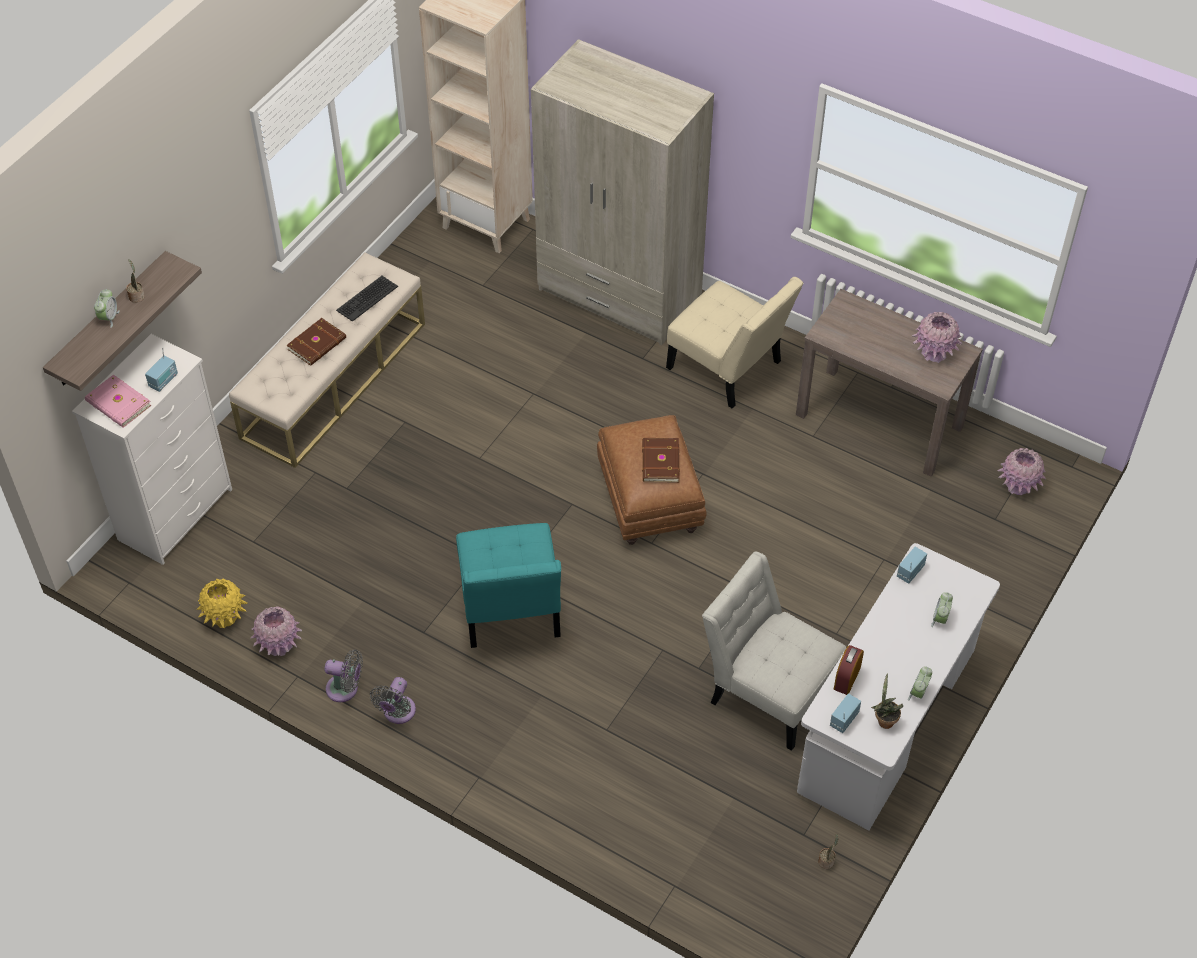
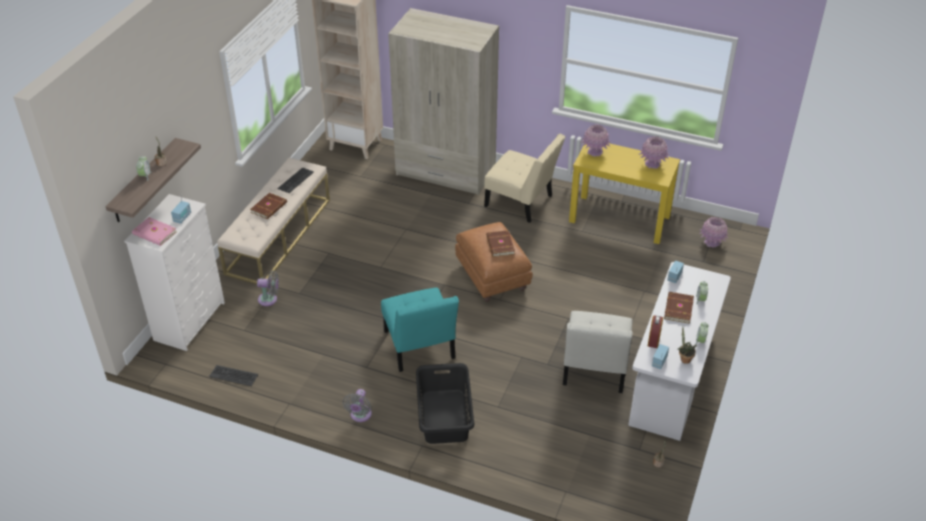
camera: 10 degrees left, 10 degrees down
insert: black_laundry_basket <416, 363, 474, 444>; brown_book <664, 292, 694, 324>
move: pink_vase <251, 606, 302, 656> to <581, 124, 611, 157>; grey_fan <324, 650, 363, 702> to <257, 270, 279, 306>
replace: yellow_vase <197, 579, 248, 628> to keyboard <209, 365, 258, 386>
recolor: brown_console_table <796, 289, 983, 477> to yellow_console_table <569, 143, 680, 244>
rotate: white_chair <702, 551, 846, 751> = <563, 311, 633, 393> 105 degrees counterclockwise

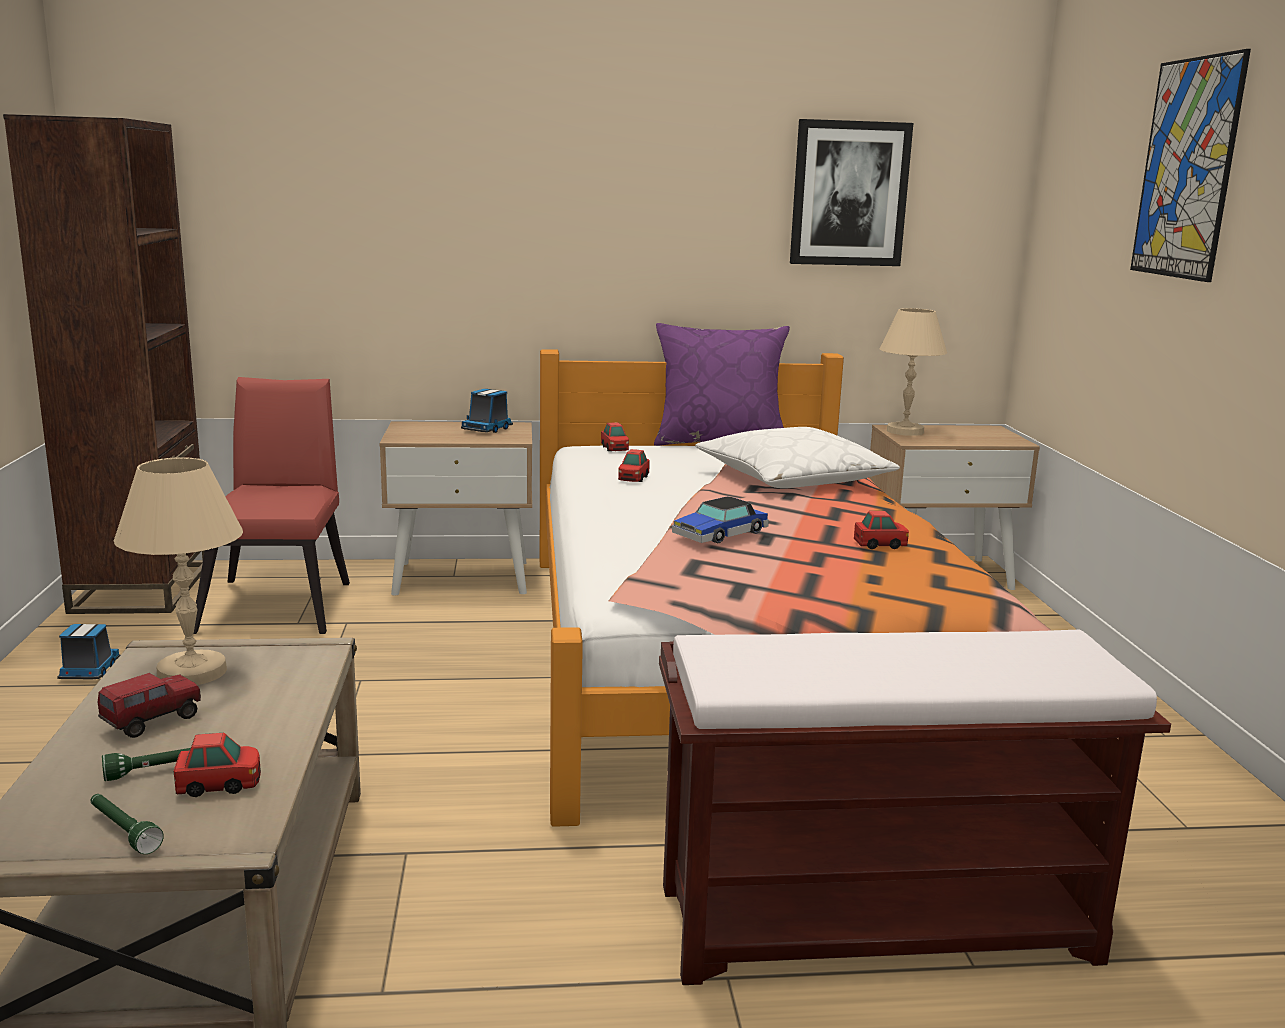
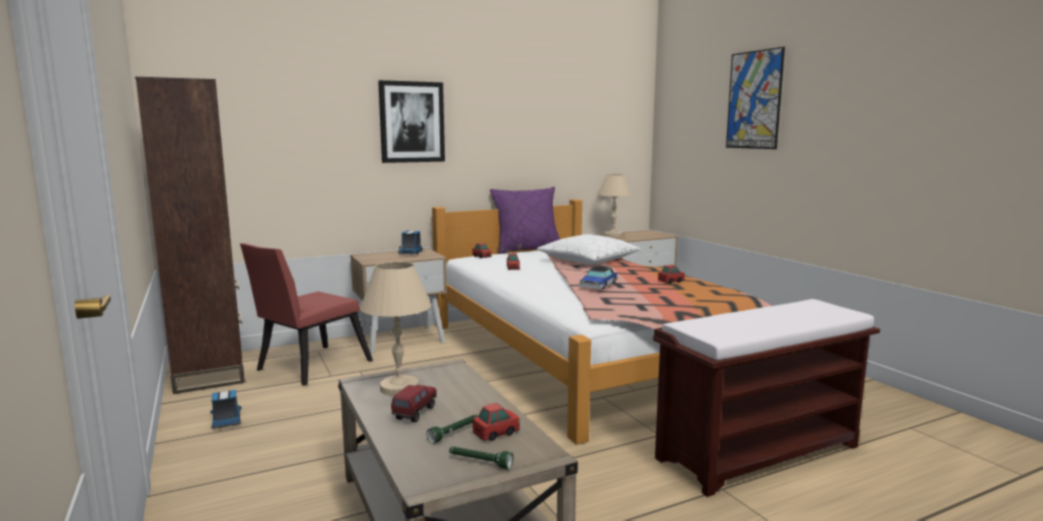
camera: 20 degrees left, 5 degrees down
move: picture <790, 119, 913, 266> to <378, 80, 445, 163>
rotate: red_chair <194, 377, 350, 634> = <240, 243, 373, 385> 120 degrees counterclockwise

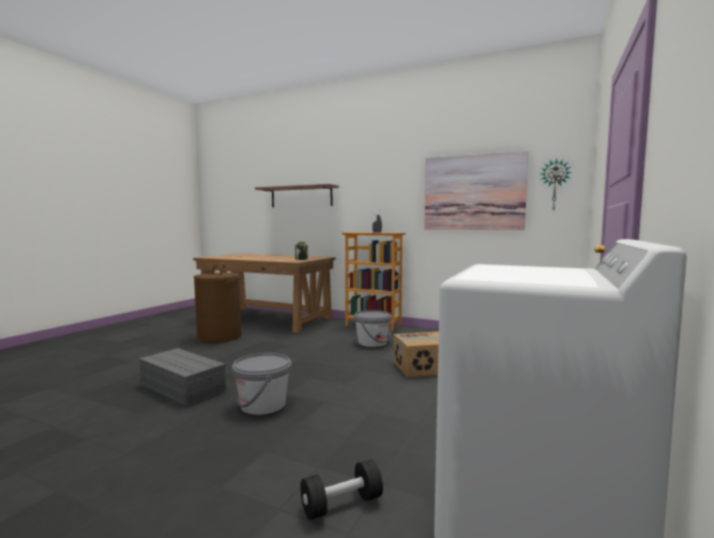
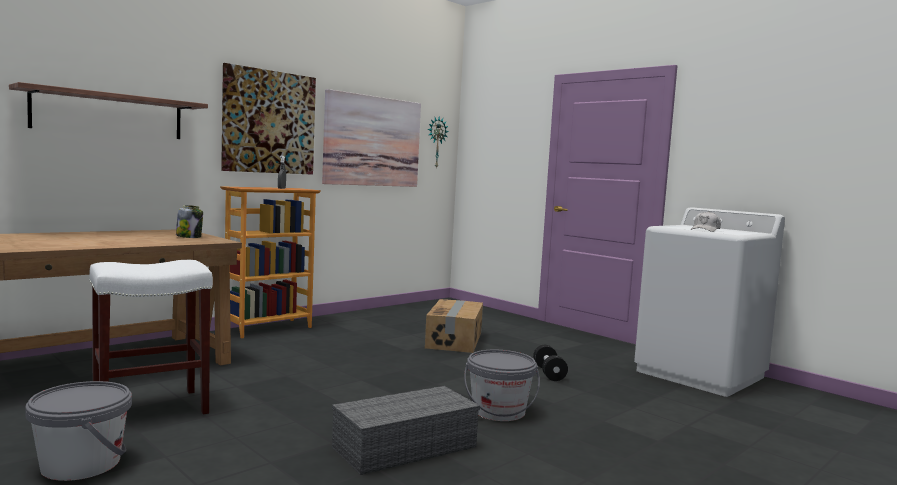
camera: 70 degrees left, 0 degrees up
insert: picture <221, 63, 316, 175>; white_cap <691, 211, 721, 232>
move: black_dumbbell <300, 459, 383, 520> to <533, 345, 568, 381>; grey_bucket <354, 310, 392, 347> to <25, 381, 132, 481>
replace: brown_laundry_basket <194, 265, 241, 343> to white_stool <89, 260, 213, 415>

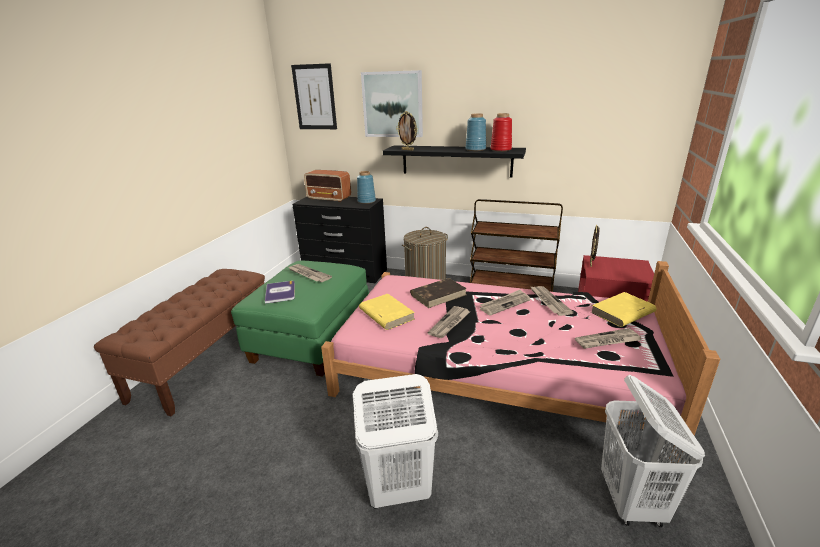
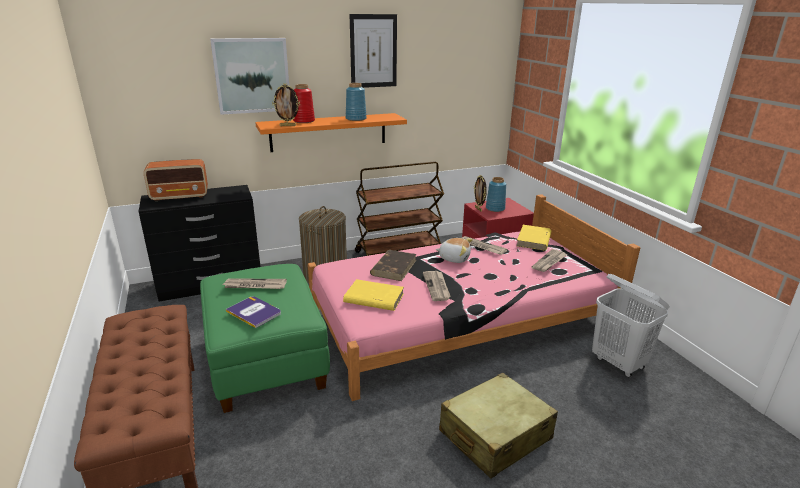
camera: 40 degrees left, 0 degrees up
move: picture <291, 63, 337, 129> to <349, 14, 397, 88>; blue_vase <357, 171, 376, 204> to <486, 177, 506, 212>; red_vase <491, 113, 512, 151> to <293, 84, 315, 123>
replace: white_laundry_basket <353, 374, 438, 509> to beige_suitcase <439, 373, 558, 479>; newspaper <480, 290, 530, 316> to plush_toy <436, 238, 473, 263>
recolor: black_shelf <383, 145, 526, 178> to orange_shelf <255, 113, 407, 152>

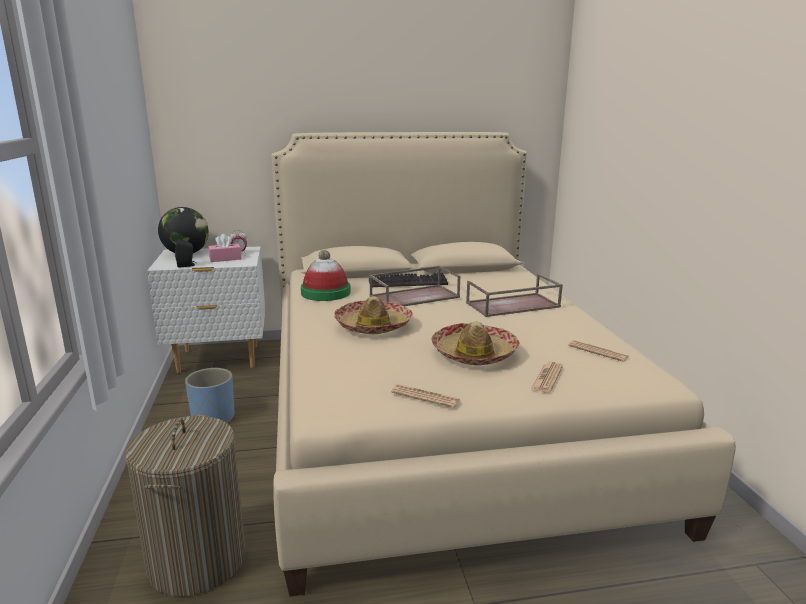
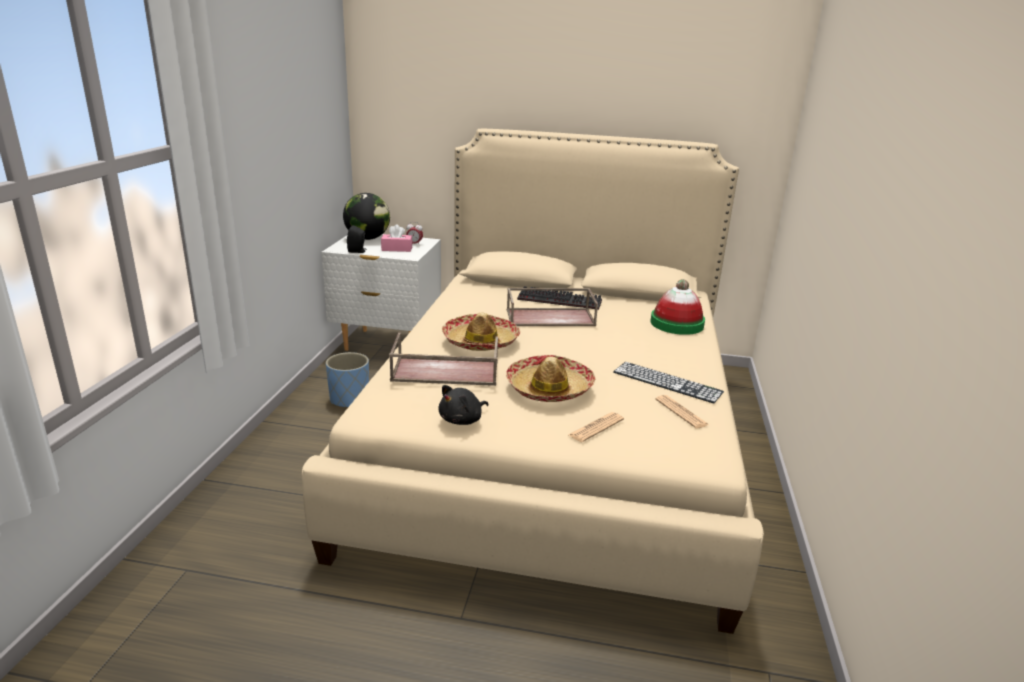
camera: 20 degrees right, 5 degrees up
delete: laundry_basket <125, 415, 246, 597>
insert: keyboard <613, 362, 724, 403>
move: hat <301, 250, 351, 301> to <651, 279, 705, 335>; brown_tray <466, 273, 563, 317> to <389, 333, 498, 386>
replace: newspaper <391, 384, 460, 408> to black_plush_toy <438, 385, 488, 425>

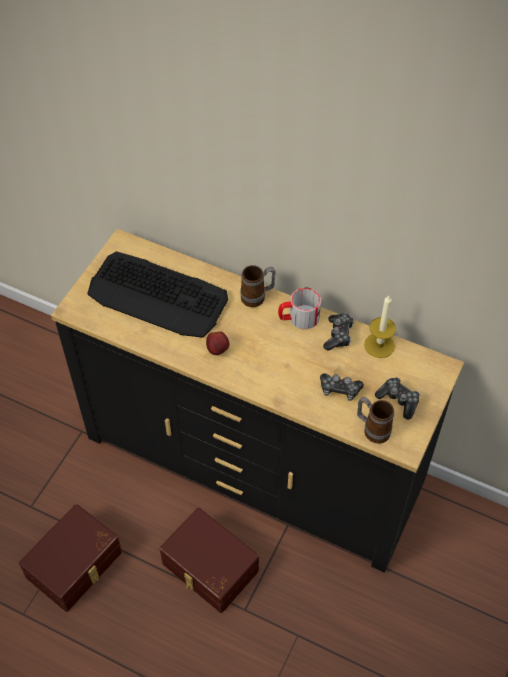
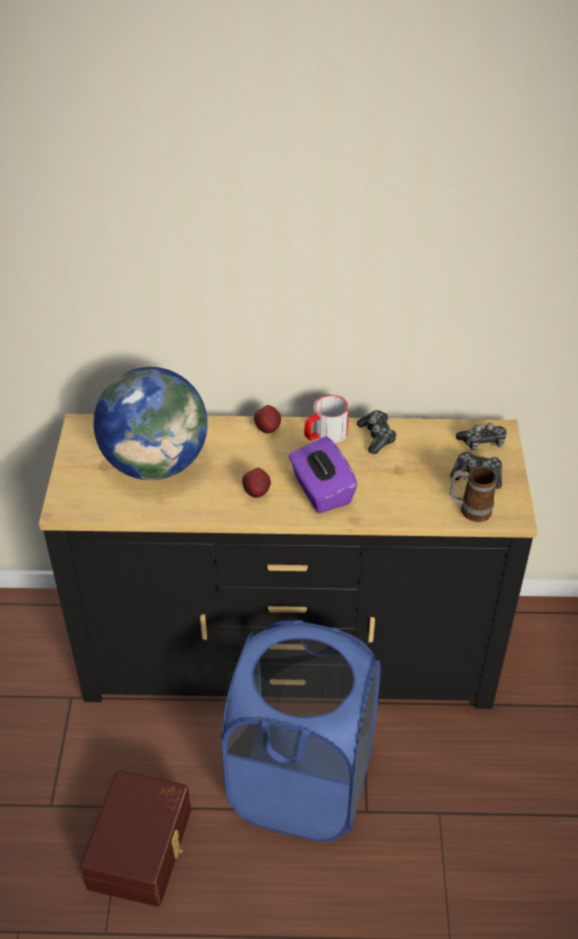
camera: 25 degrees left, 10 degrees down
delete: candle <364, 296, 396, 358>
insert: purple_tissue_box <289, 436, 357, 513>
move: game_controller <320, 373, 364, 401> to <456, 423, 507, 451>
replace: keyboard <87, 251, 228, 338> to globe <93, 367, 208, 480>; brown_storage_box <159, 508, 259, 613> to blue_laundry_basket <222, 620, 380, 842>; mug <240, 265, 276, 307> to apple <254, 405, 281, 433>

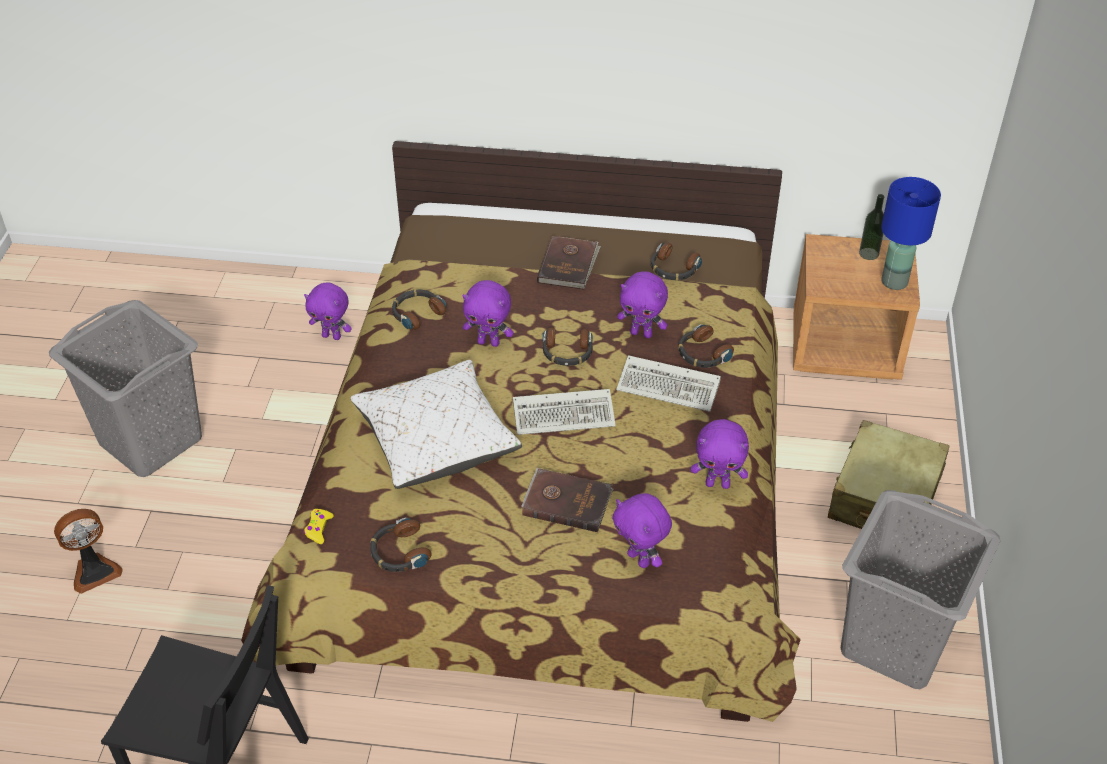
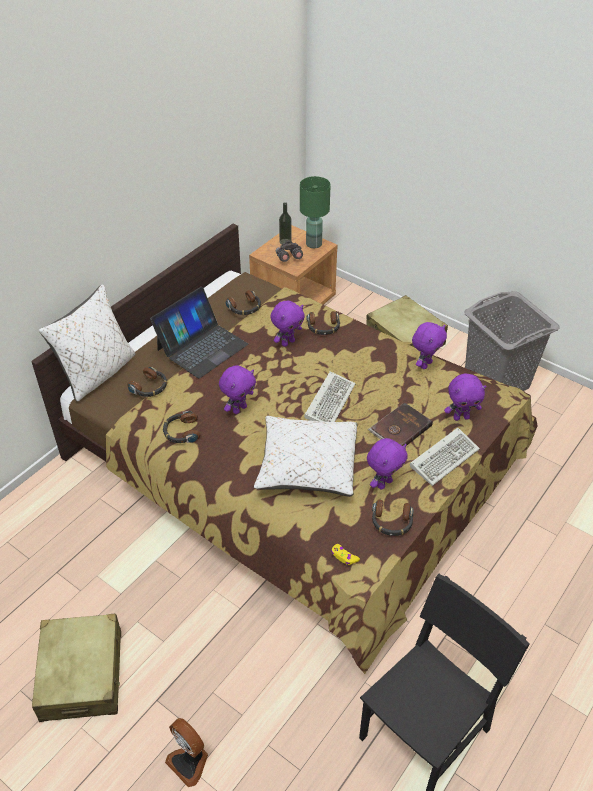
camera: 60 degrees left, 0 degrees up
insert: white_pillow <39, 284, 135, 402>; grey_binoculars <276, 240, 303, 262>
move: purple_plush_toy <304, 283, 352, 340> to <367, 438, 408, 489>; headphones <542, 327, 593, 366> to <127, 367, 167, 397>; keyboard <616, 355, 721, 412> to <410, 428, 480, 486>
replace: grey_laundry_basket <49, 300, 202, 477> to beige_suitcase <32, 614, 121, 722>; brown_book <537, 236, 601, 290> to laptop <150, 287, 248, 378>
recolor: blue_table_lamp <881, 177, 941, 290> to green_table_lamp <300, 176, 330, 248>
rotate: fan <54, 509, 123, 594> = <165, 718, 208, 787> 135 degrees clockwise

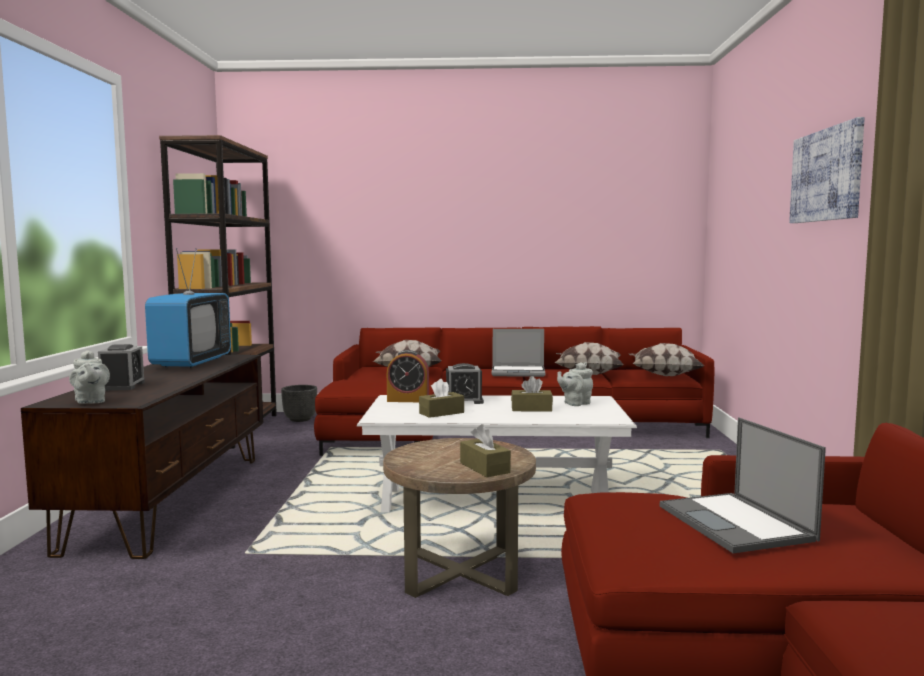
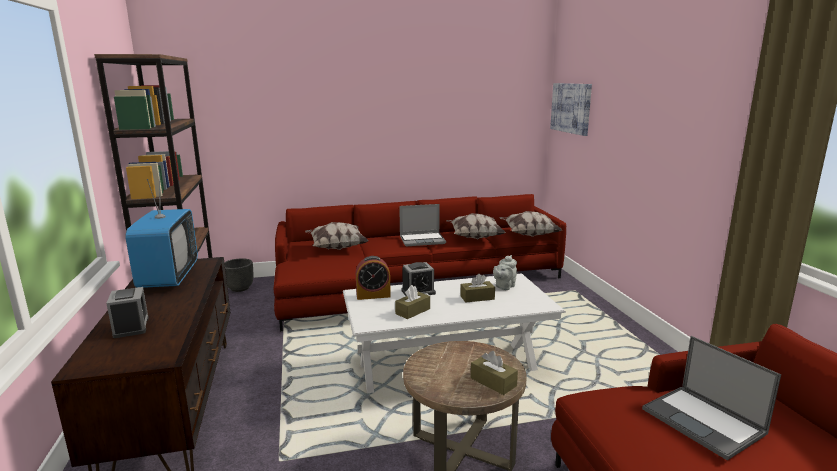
camera: 15 degrees left, 10 degrees up
delete: grey_teapot <69, 350, 110, 404>
move: picture <789, 117, 865, 223> to <550, 83, 592, 136>

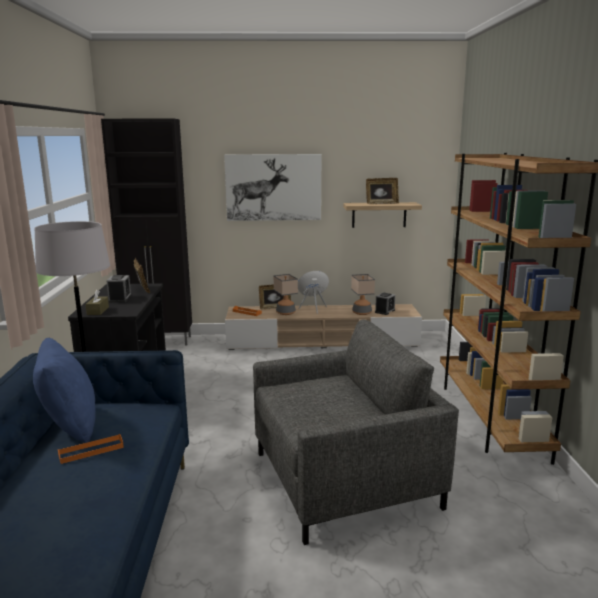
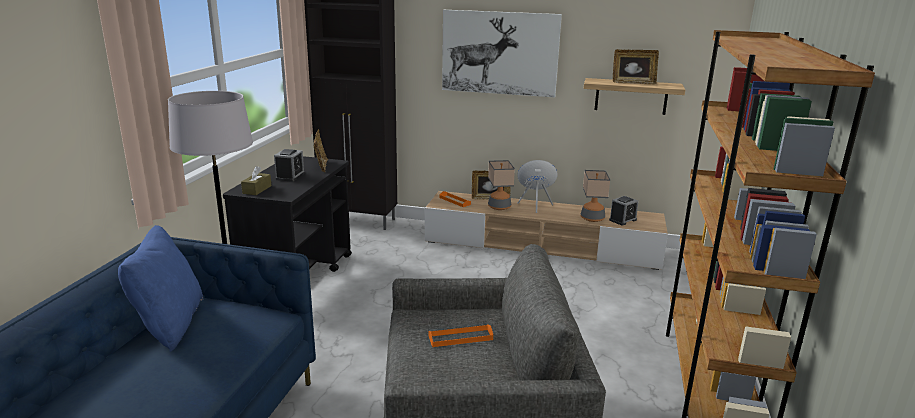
camera: 15 degrees right, 5 degrees up
move: orange_tray <58, 434, 124, 464> to <429, 324, 493, 347>

